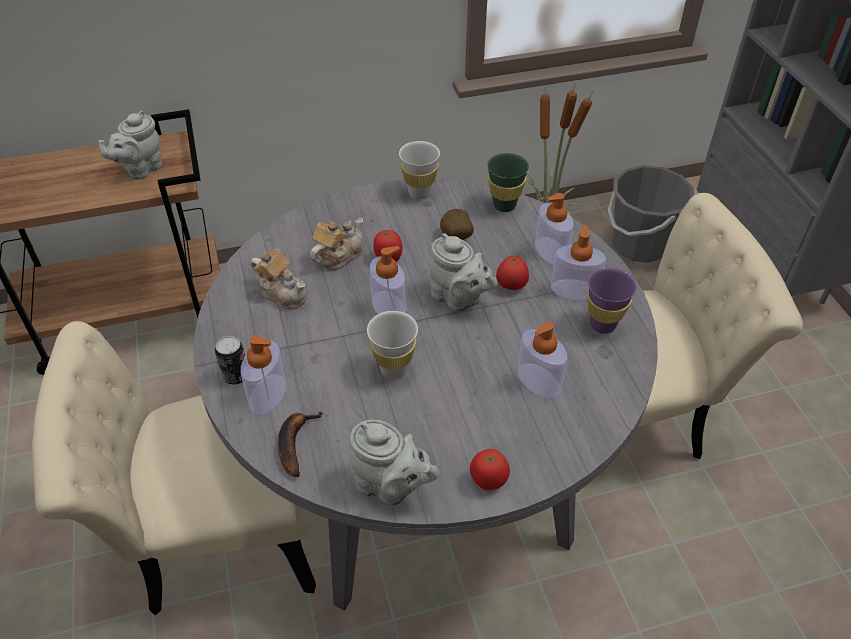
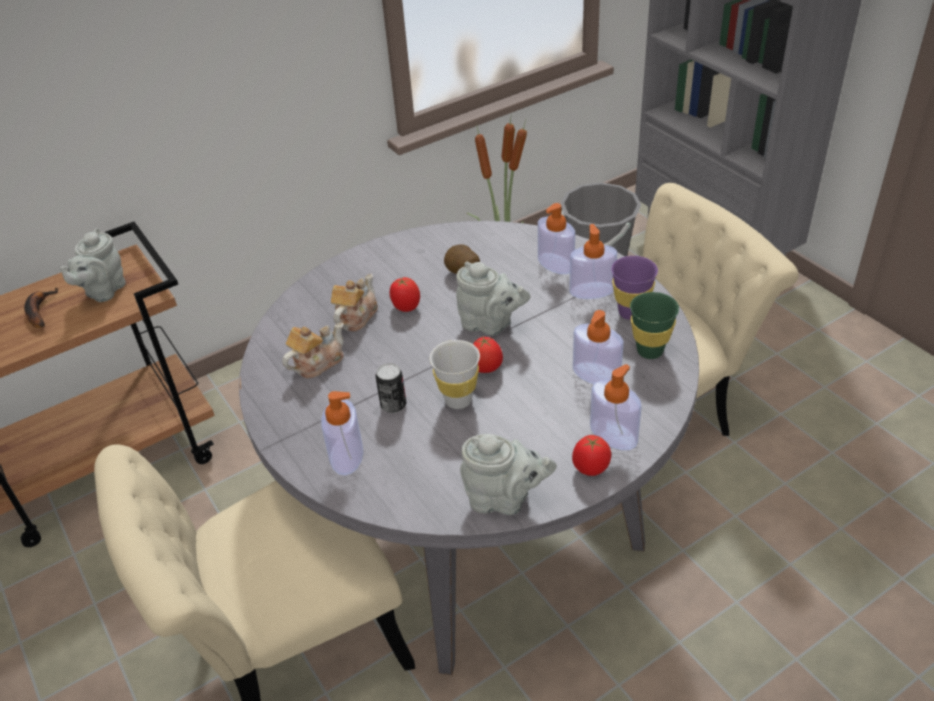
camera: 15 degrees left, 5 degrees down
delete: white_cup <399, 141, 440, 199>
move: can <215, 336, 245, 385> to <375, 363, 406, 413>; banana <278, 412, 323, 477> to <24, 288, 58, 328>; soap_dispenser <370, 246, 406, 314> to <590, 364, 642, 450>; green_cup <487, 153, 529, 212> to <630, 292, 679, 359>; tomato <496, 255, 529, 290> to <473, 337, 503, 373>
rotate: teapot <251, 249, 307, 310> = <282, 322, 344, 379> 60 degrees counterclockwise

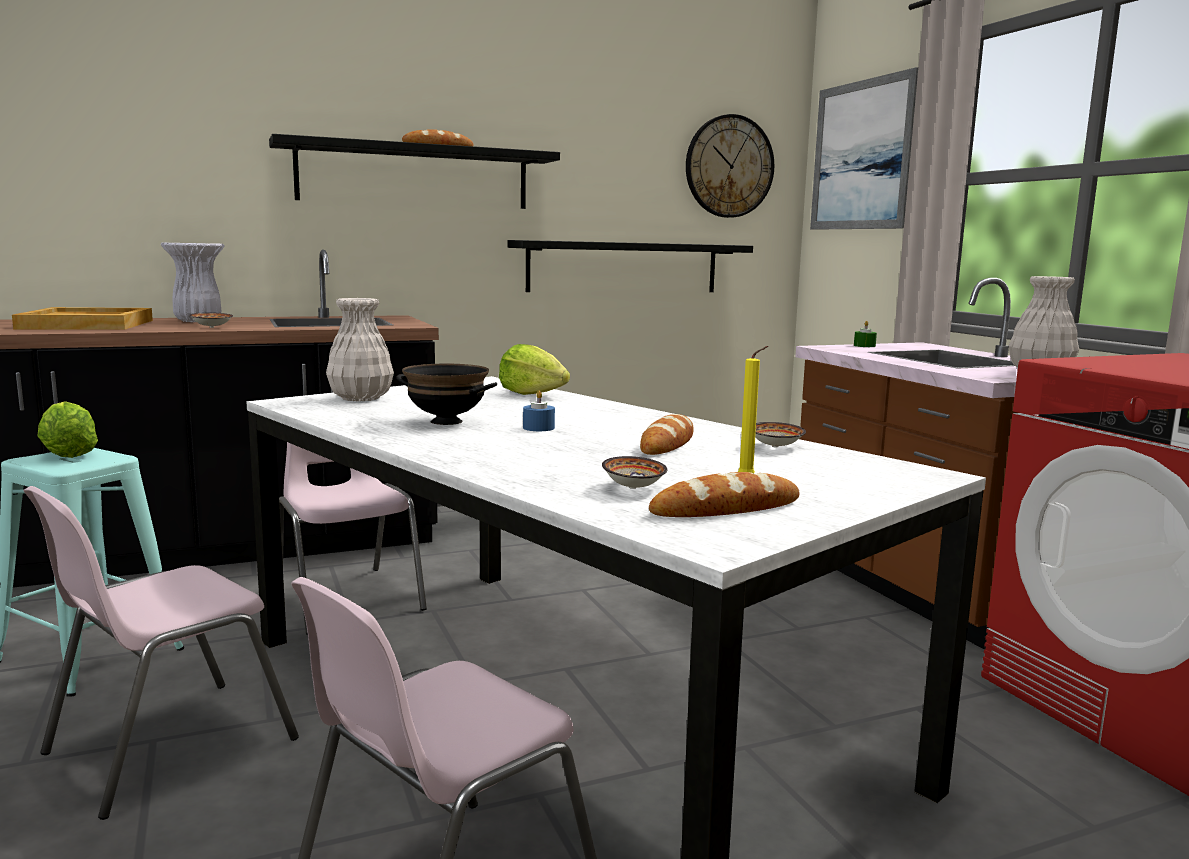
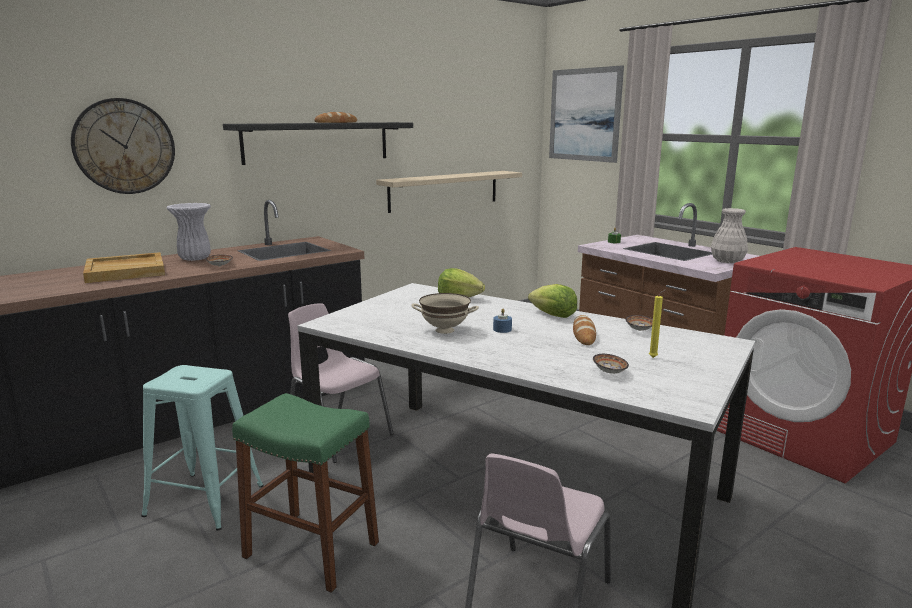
camera: 15 degrees left, 5 degrees up
delete: white_vase <326, 298, 394, 401>; bread <649, 472, 800, 517>
move: lettuce <38, 401, 98, 458> to <528, 284, 577, 318>; wall_clock <686, 114, 774, 218> to <71, 98, 175, 194>
replace: pink_chair <23, 486, 299, 820> to green_stool <232, 393, 379, 593>
recolor: black_bowl <396, 364, 497, 425> to beige_bowl <411, 293, 479, 334>; black_shelf <508, 240, 753, 292> to beige_shelf <376, 171, 522, 213>

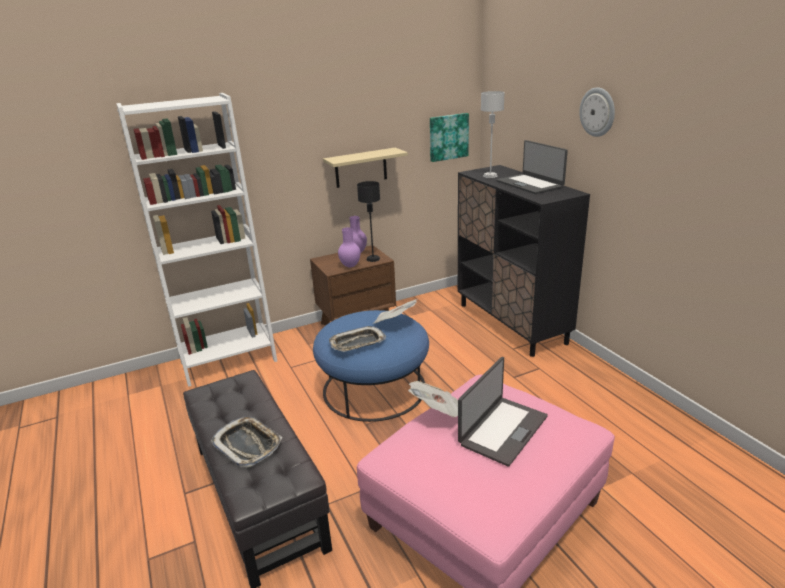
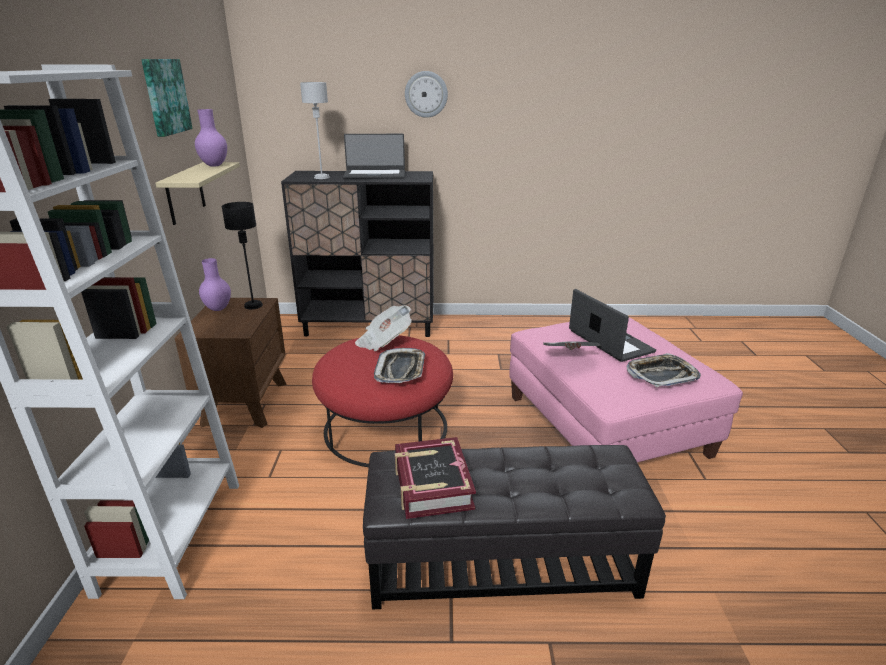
camera: 65 degrees left, 0 degrees up
insert: book <395, 437, 476, 519>
move: tray <211, 416, 282, 467> to <626, 353, 701, 387>; purple_vase <338, 227, 361, 268> to <195, 109, 227, 167>; picture <430, 113, 469, 162> to <141, 59, 193, 137>
recolor: blue_ottoman <313, 310, 429, 422> to red_ottoman <312, 335, 453, 467>

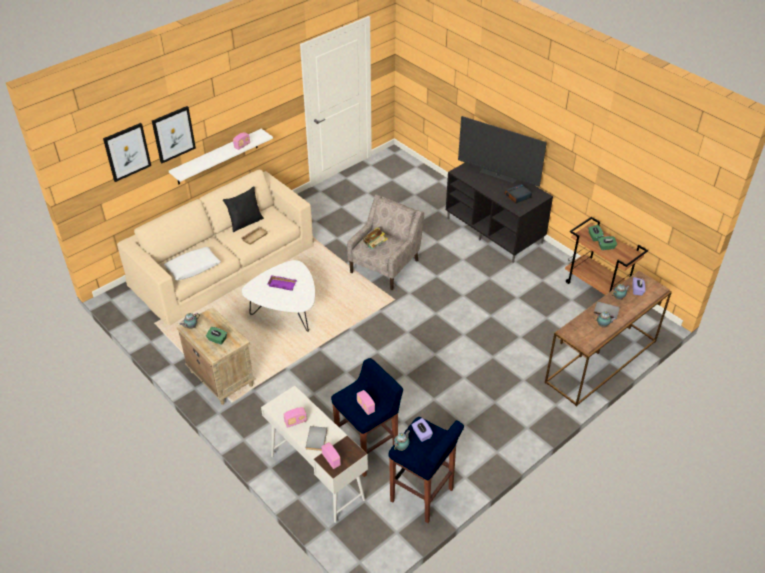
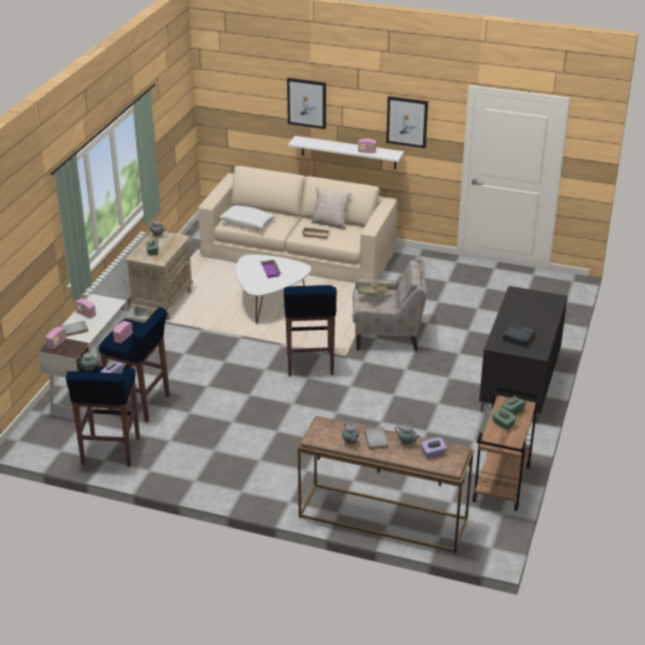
camera: 60 degrees right, 10 degrees down
delete: television <458, 116, 547, 187>
insert: blue_stool <284, 285, 337, 377>
move: picture <103, 123, 151, 182> to <386, 96, 428, 148>
recolor: black_pillow <223, 186, 264, 232> to beige_pillow <311, 186, 351, 230>

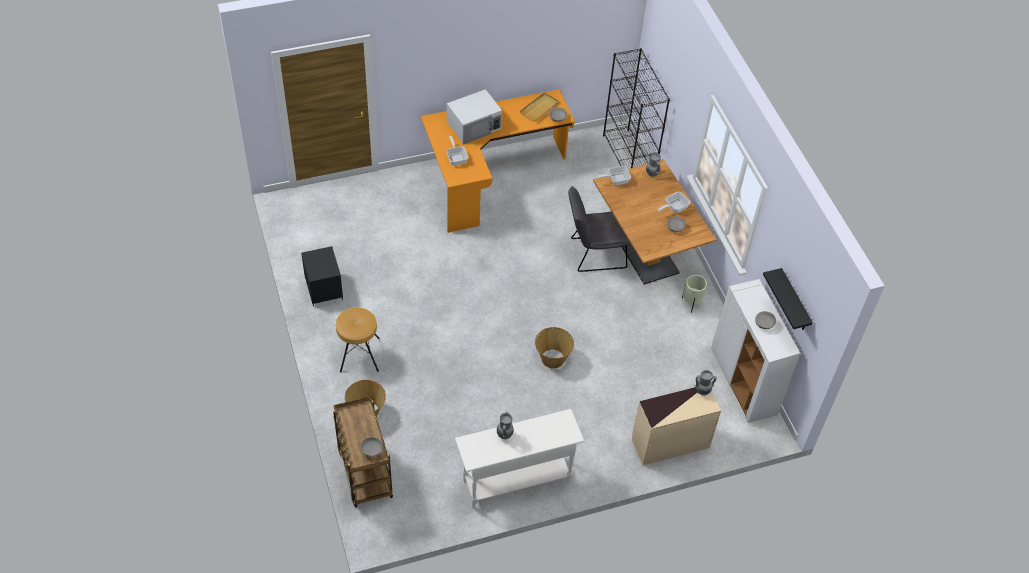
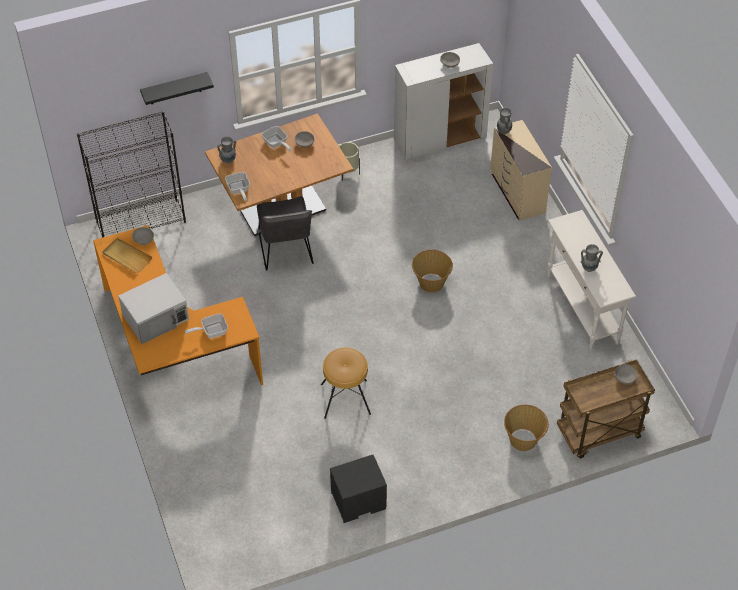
camera: 90 degrees left, 0 degrees up
move: brown_stool <336, 307, 379, 373> to <321, 348, 371, 419>; black_shelf <763, 268, 813, 330> to <140, 72, 214, 105>
rotate: white_microwave <447, 89, 502, 144> = <118, 273, 189, 344> 90 degrees clockwise

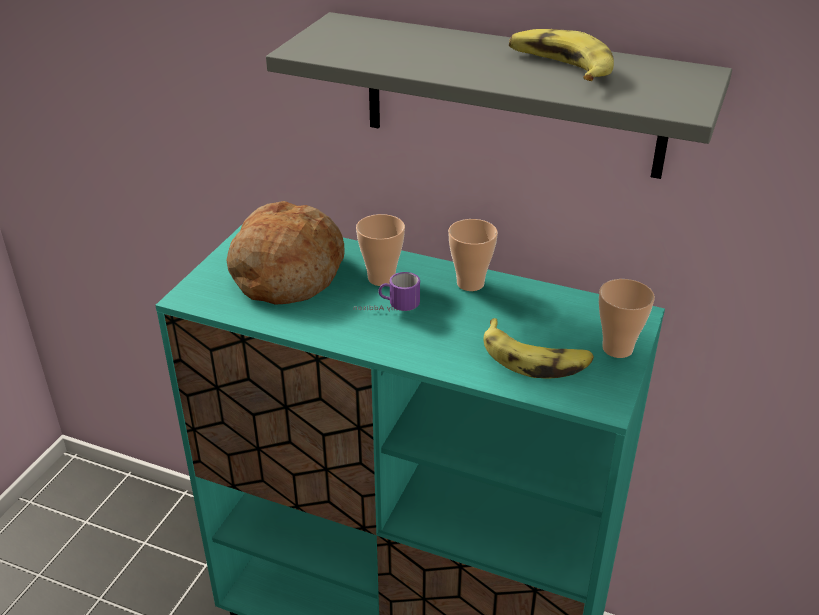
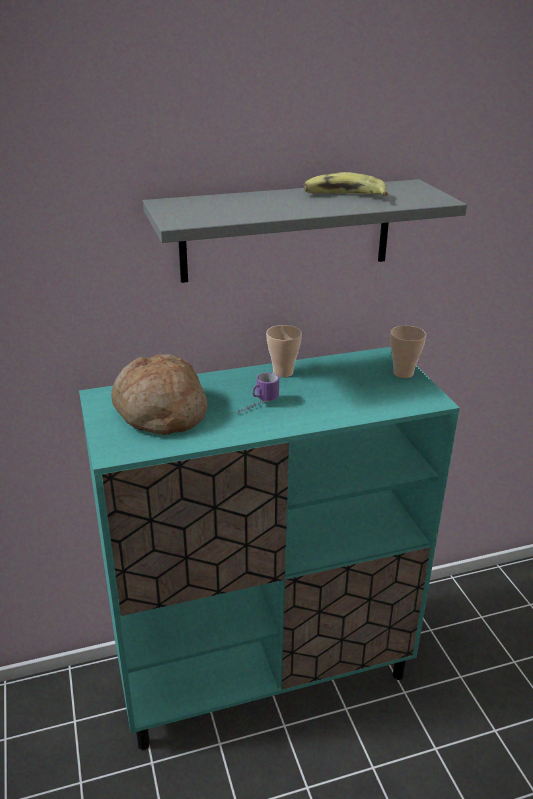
camera: 40 degrees left, 5 degrees down
delete: cup <356, 214, 405, 286>; banana <484, 318, 594, 379>

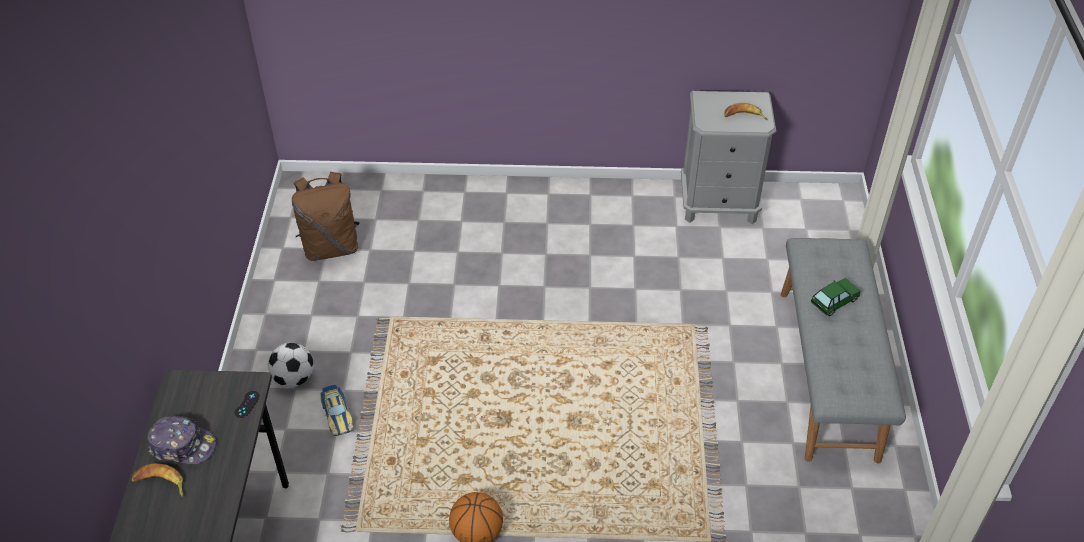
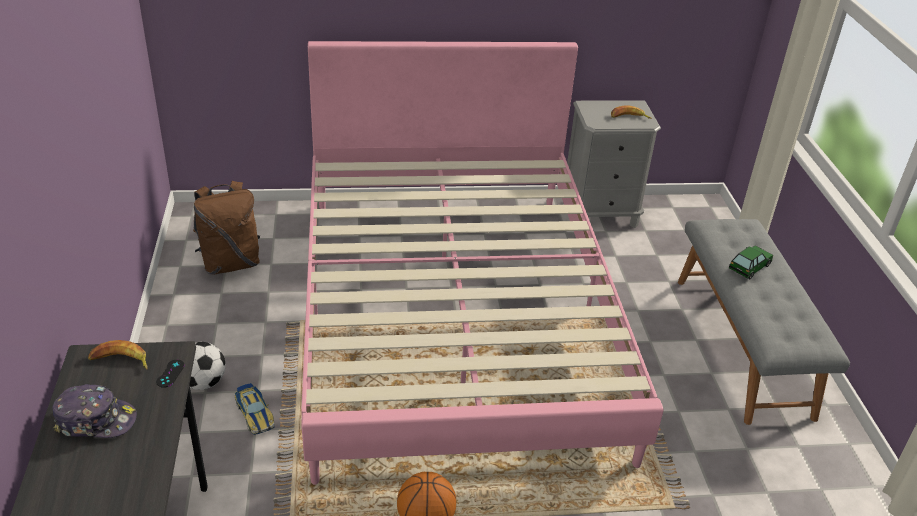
camera: 10 degrees left, 10 degrees down
insert: pink_bed <301, 41, 663, 485>
move: banana <131, 463, 183, 497> to <88, 340, 148, 369>

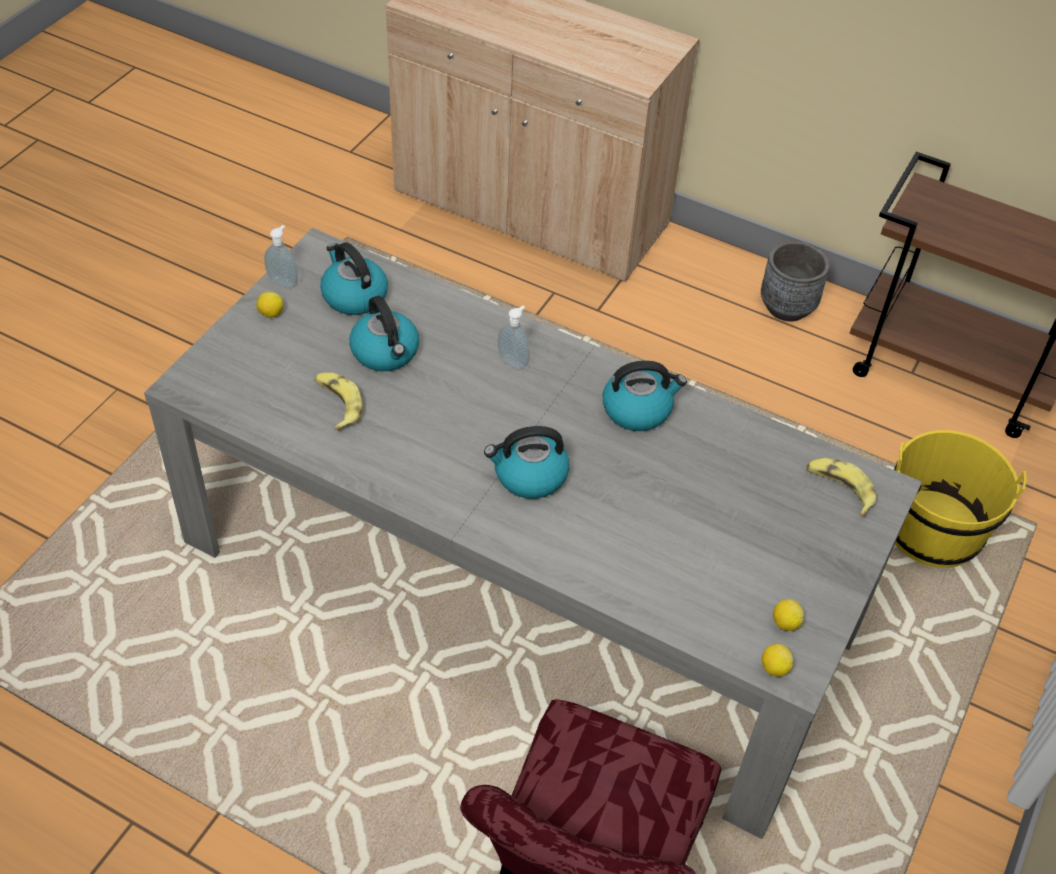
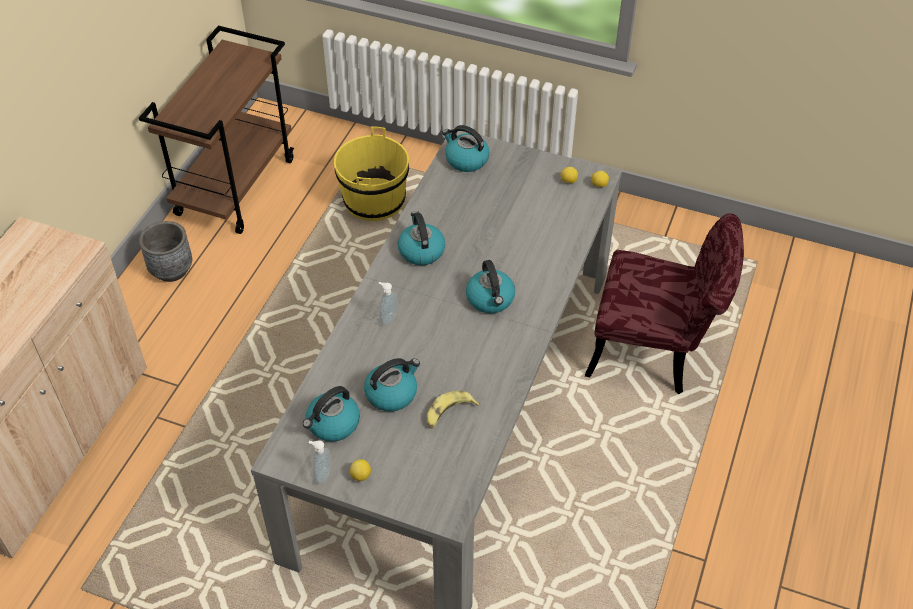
camera: 95 degrees left, 0 degrees up
replace: banana <806, 458, 877, 516> to kettle <442, 125, 490, 172>

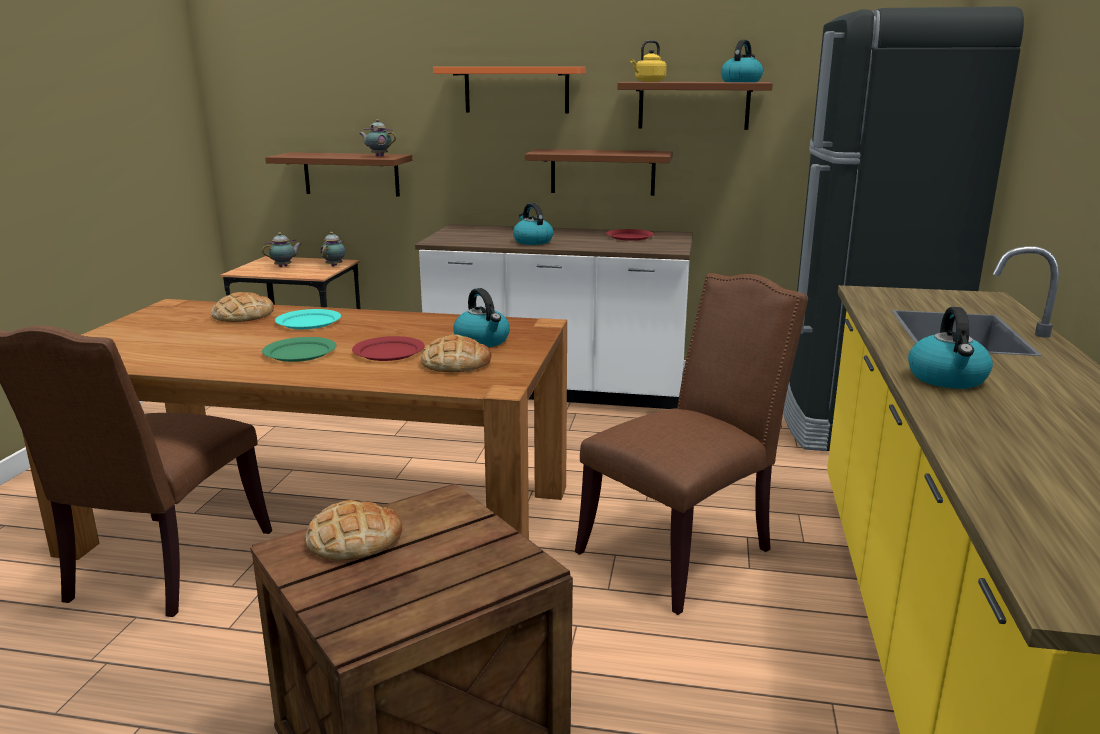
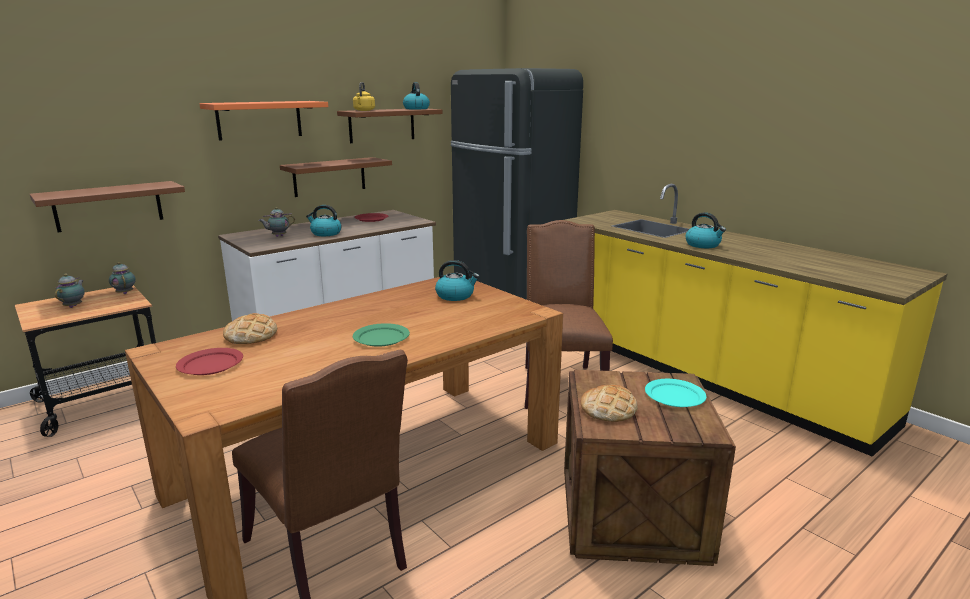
camera: 50 degrees left, 0 degrees up
delete: bread <420, 334, 491, 372>
move: turquoise_plate <275, 309, 341, 329> to <645, 379, 707, 407>; red_plate <352, 336, 425, 361> to <176, 348, 243, 375>; teapot <359, 119, 396, 156> to <259, 207, 295, 237>

